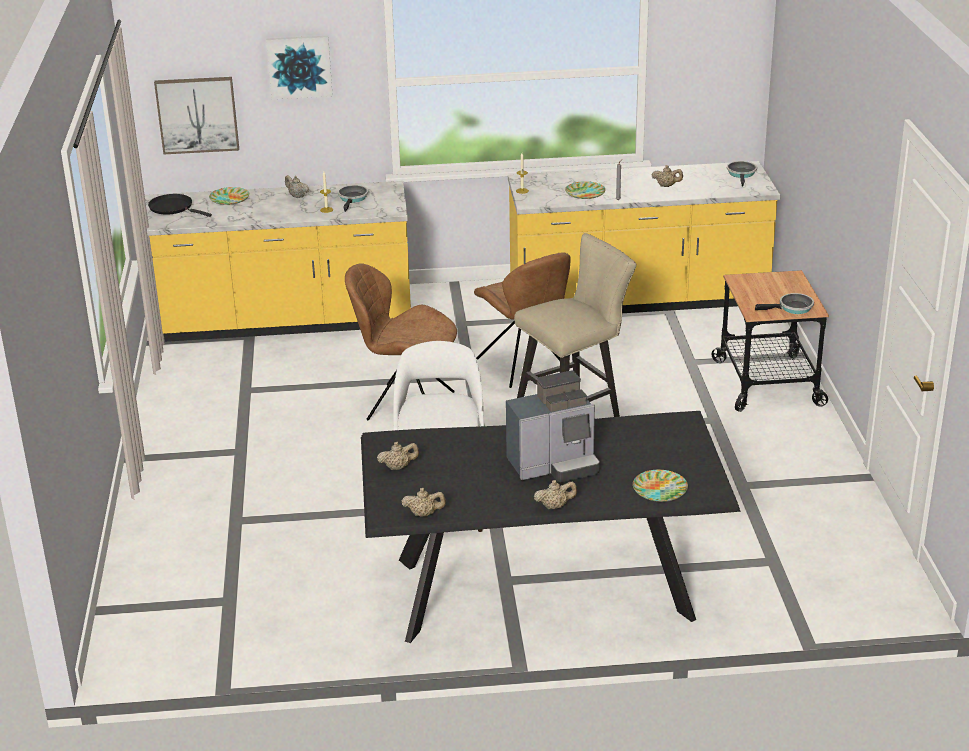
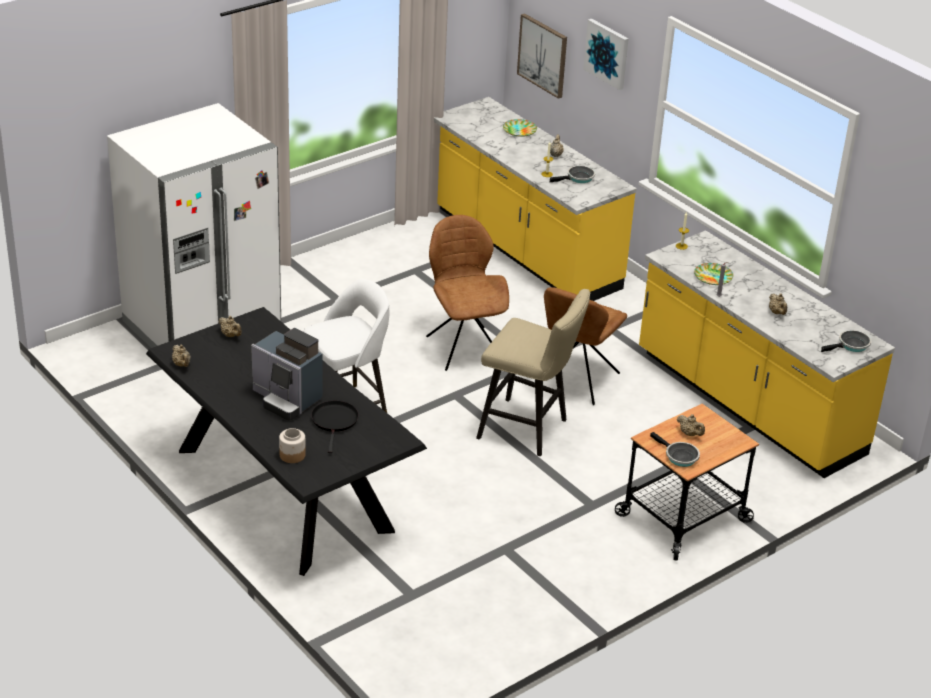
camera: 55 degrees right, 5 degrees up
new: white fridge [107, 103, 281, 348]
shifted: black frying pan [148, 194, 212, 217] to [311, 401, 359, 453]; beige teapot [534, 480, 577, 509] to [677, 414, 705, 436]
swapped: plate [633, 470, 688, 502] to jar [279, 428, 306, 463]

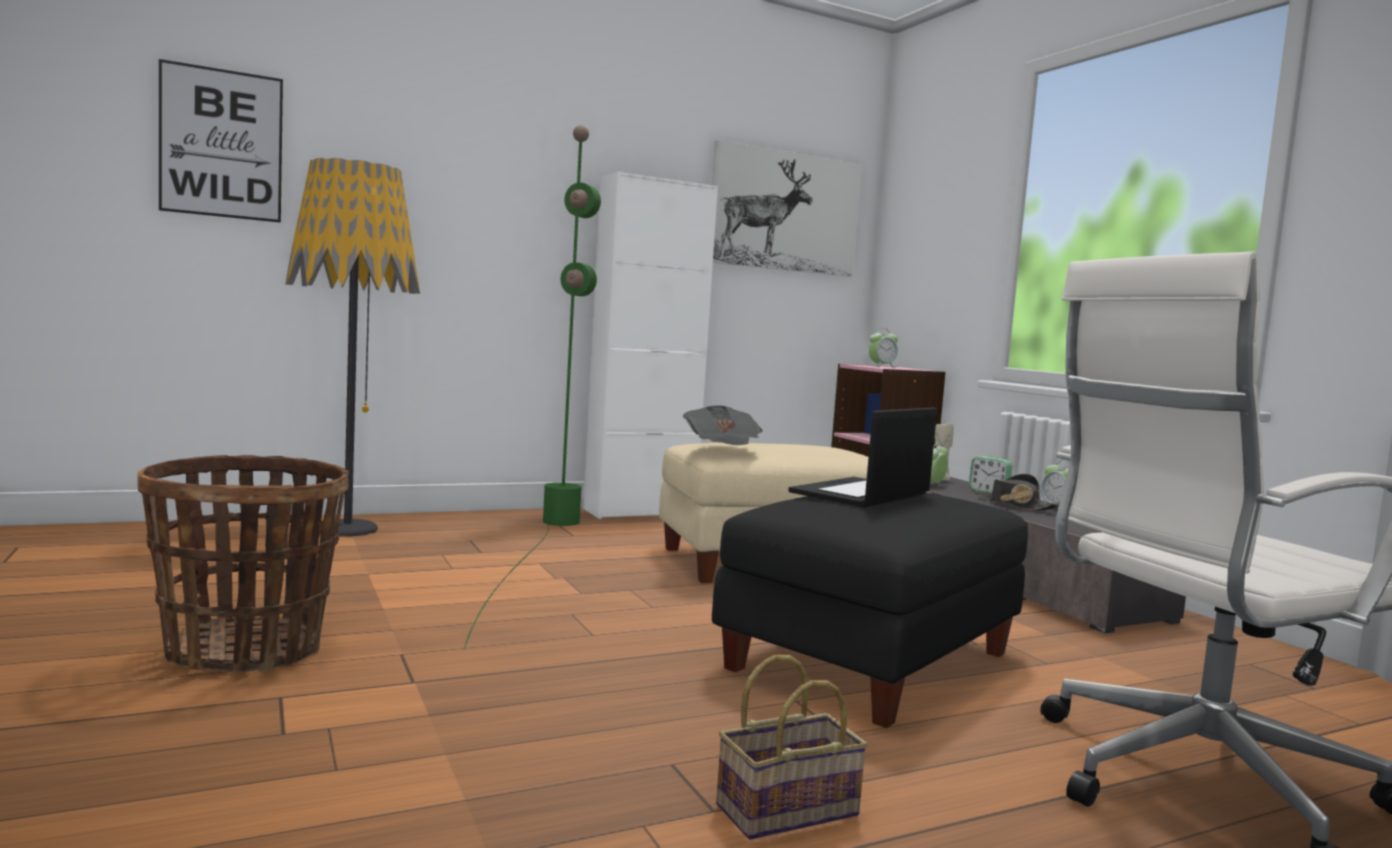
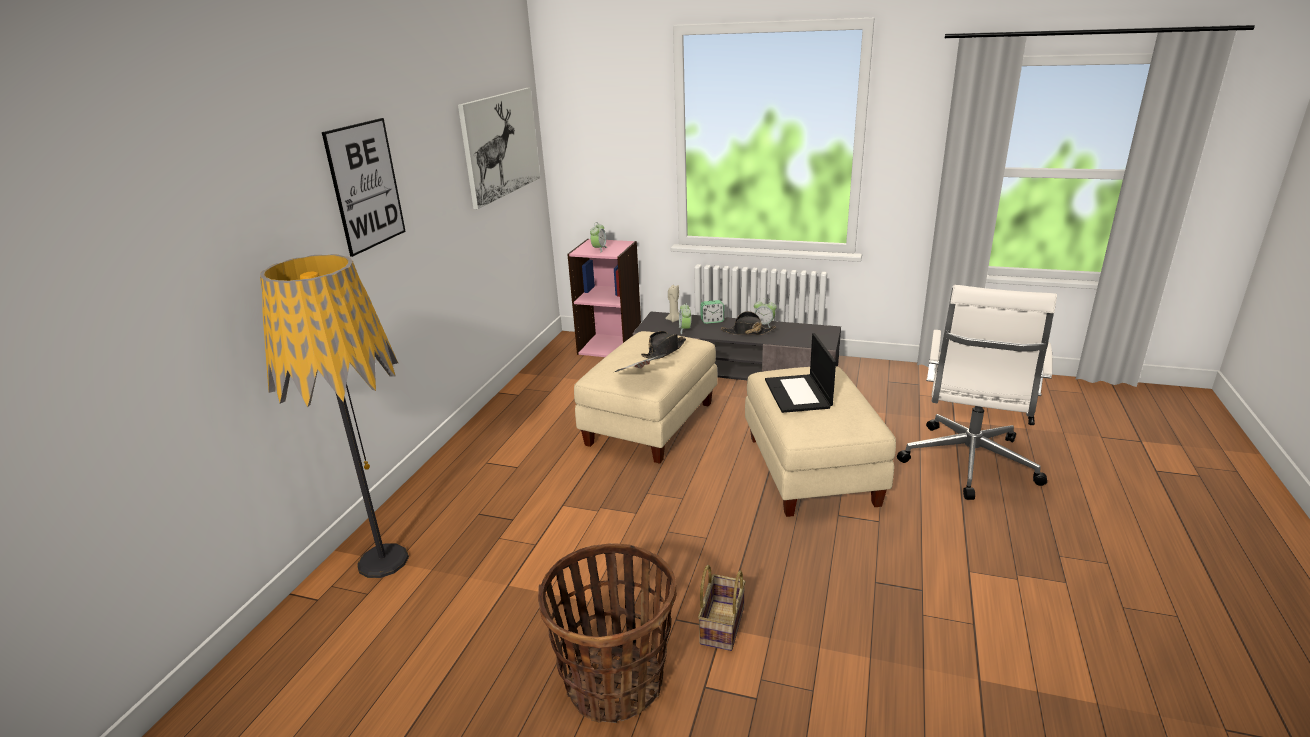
camera: 45 degrees left, 20 degrees up
gone: green floor lamp [464, 125, 601, 650]; white cabinet [583, 172, 718, 519]
new: black hat [641, 331, 686, 359]
shifted: picture [159, 59, 283, 223] to [322, 118, 406, 257]; basket [716, 655, 868, 840] to [698, 565, 746, 651]
repainted: black ottoman [712, 493, 1028, 728] to beige ottoman [745, 366, 896, 517]

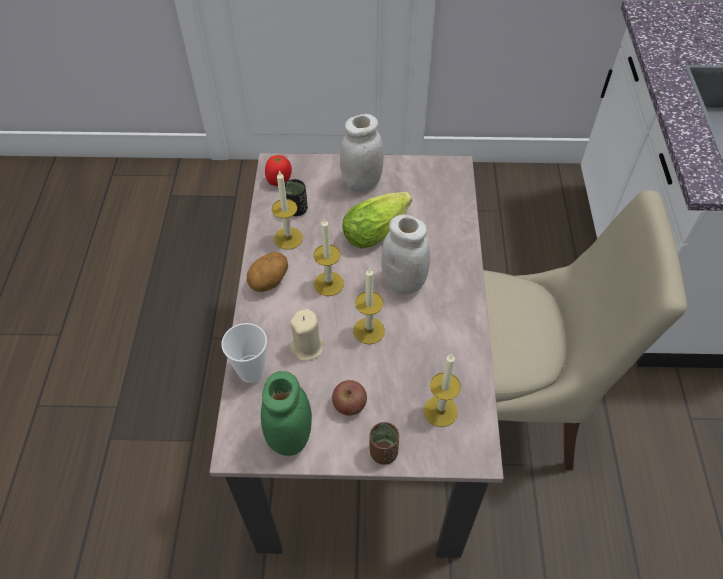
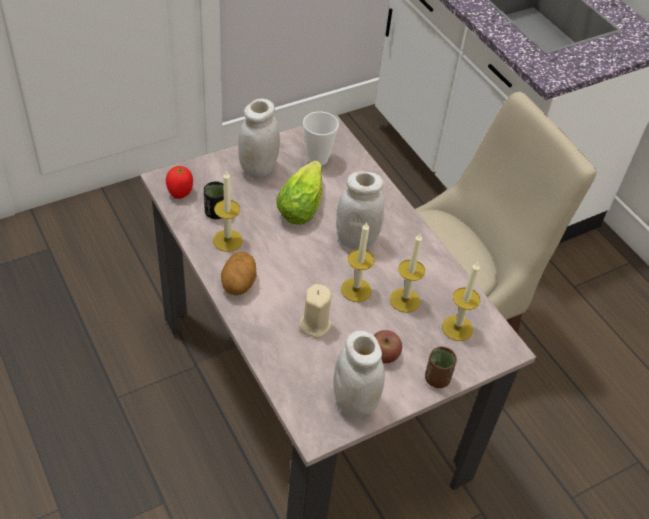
camera: 35 degrees left, 5 degrees down
shifted: cup [222, 323, 267, 383] to [303, 111, 339, 165]; candle [314, 218, 344, 296] to [390, 233, 425, 313]
repainted: green jar [261, 371, 312, 456] to white jar [333, 331, 385, 418]

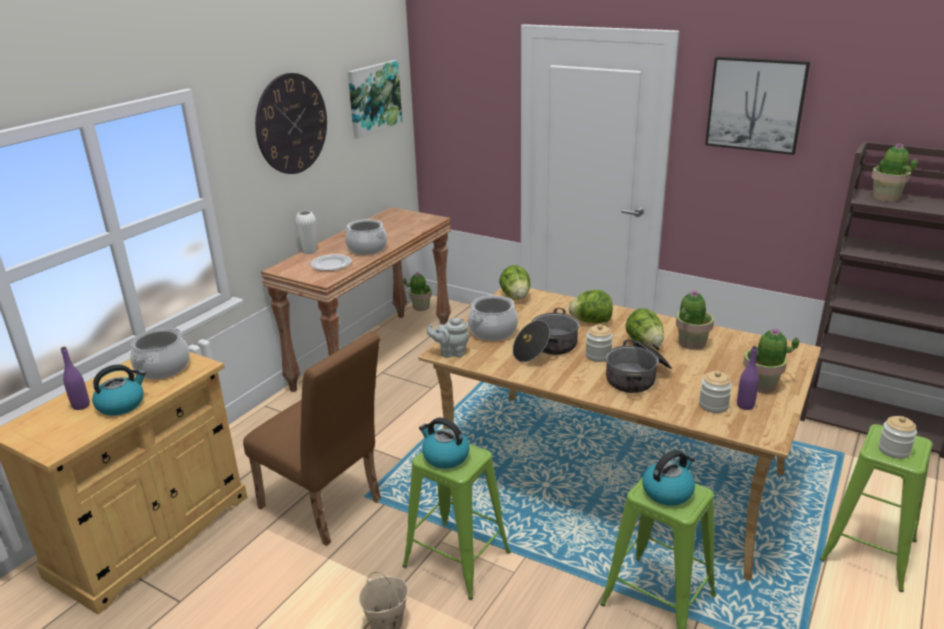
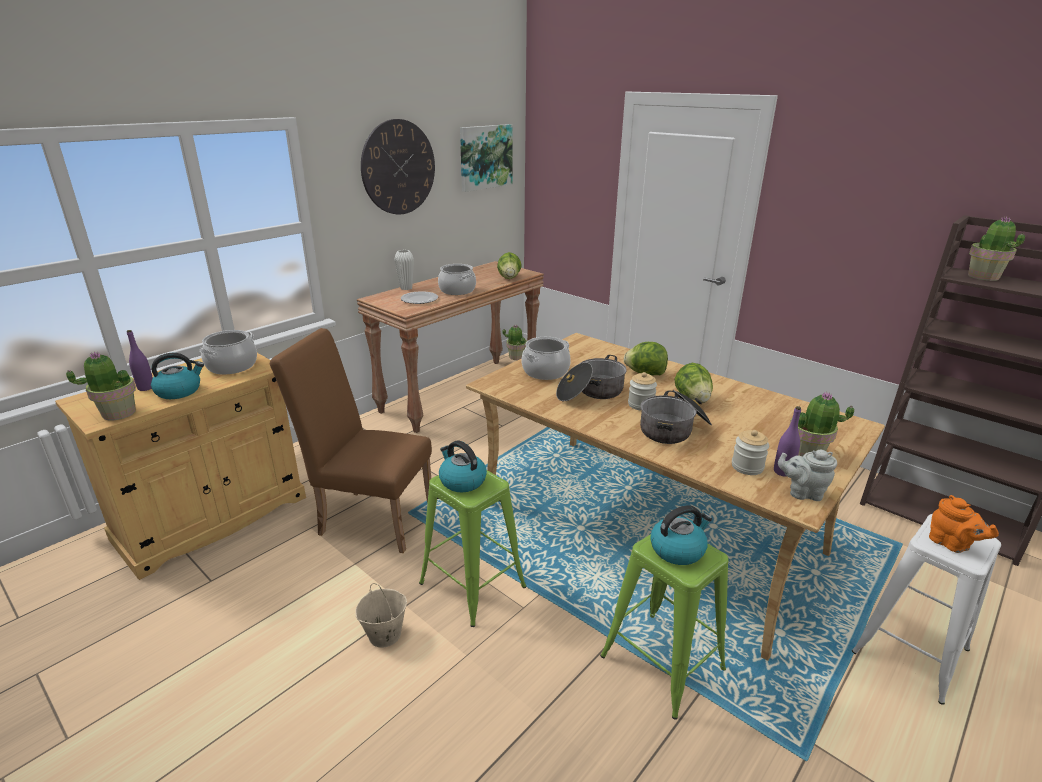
camera: 10 degrees right, 0 degrees up
gone: picture [705, 57, 810, 155]
shifted: grey teapot [427, 318, 470, 358] to [778, 450, 837, 501]; lettuce [499, 265, 530, 300] to [497, 252, 522, 279]; potted plant [676, 290, 714, 350] to [66, 352, 136, 421]
swapped: jar [879, 416, 917, 459] to orange teapot [929, 495, 999, 553]
repainted: green stool [820, 424, 933, 592] to white stool [852, 514, 1001, 705]
rotated: brown chair [243, 331, 381, 546] = [270, 328, 432, 553] 150 degrees clockwise

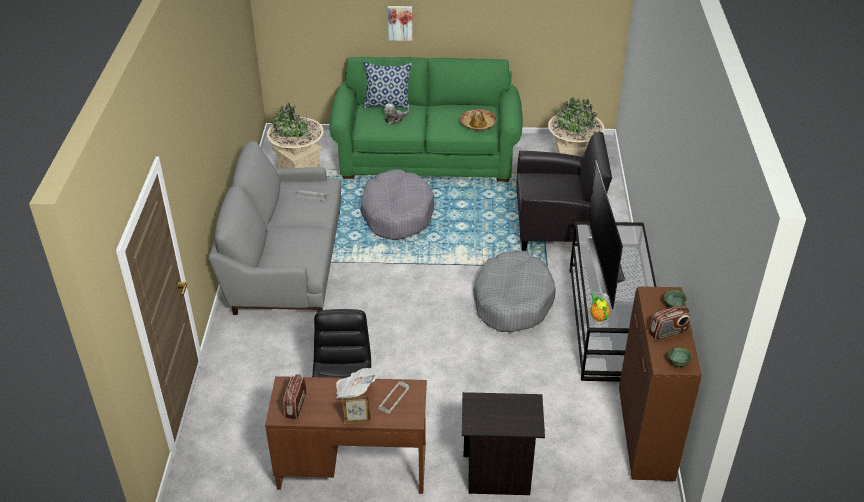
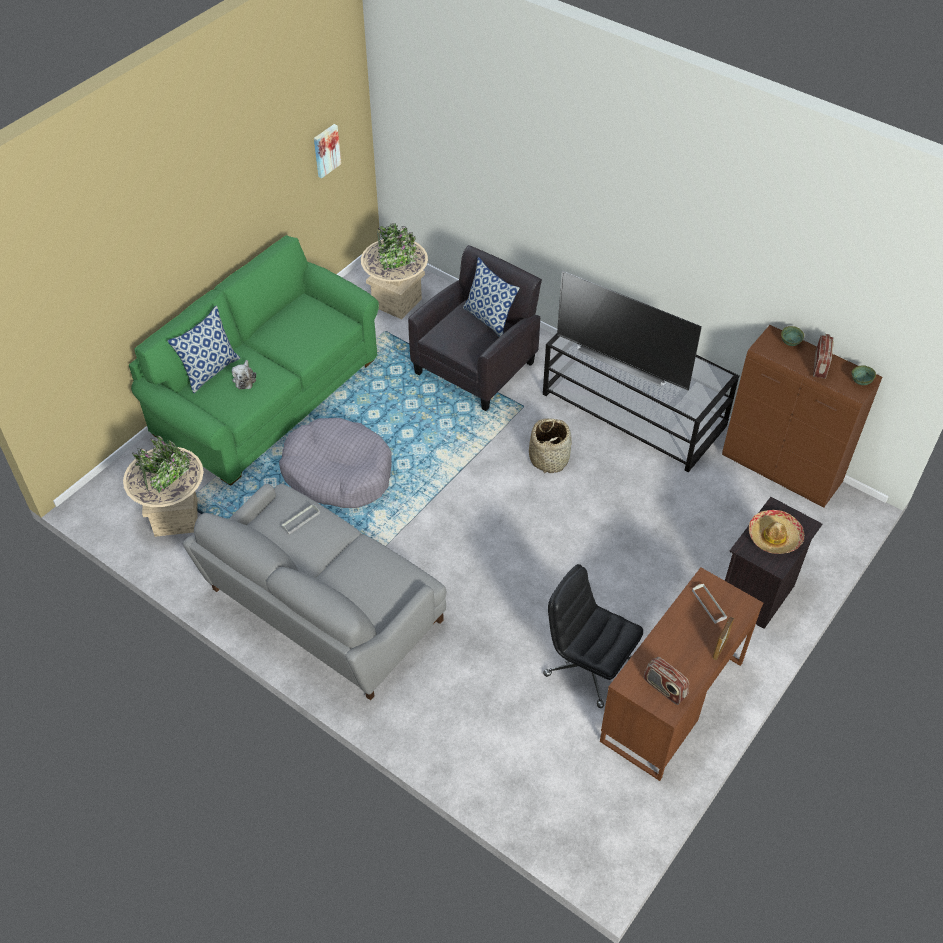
camera: 55 degrees left, 10 degrees up
gone: newspaper [336, 368, 376, 399]; teapot [590, 293, 610, 322]
new: pillow [463, 257, 520, 337]
shifted: picture [388, 6, 413, 41] to [314, 124, 341, 178]; hat [460, 109, 497, 130] to [749, 510, 804, 554]
swapped: grey dog bed [473, 250, 556, 332] to basket [529, 418, 572, 473]

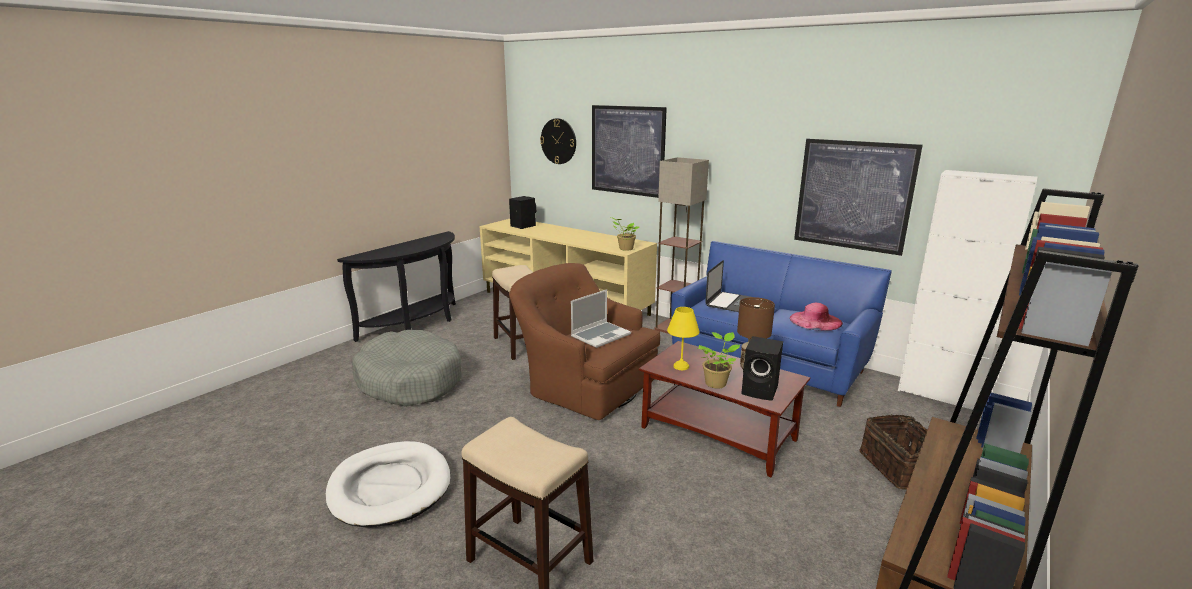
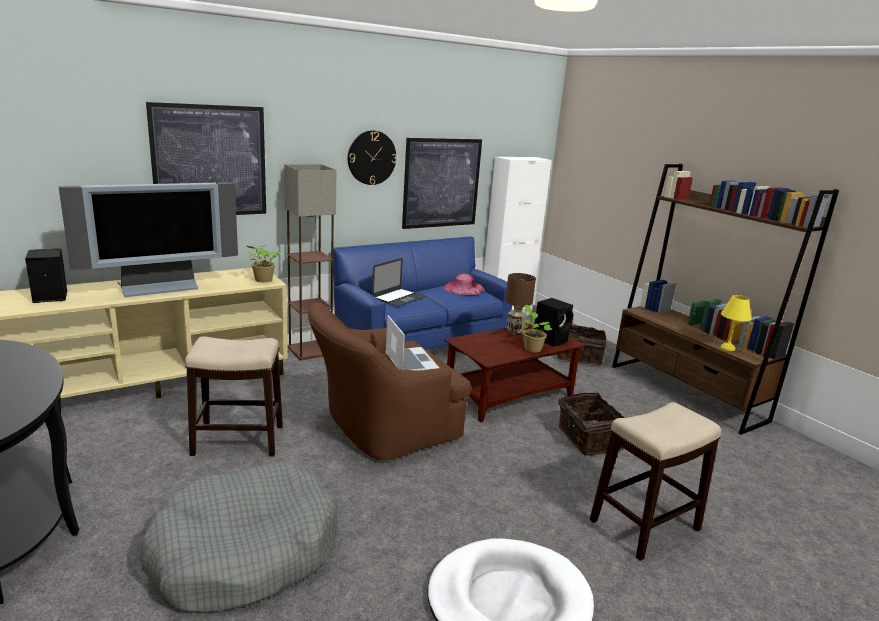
camera: 70 degrees left, 0 degrees up
new: television [59, 182, 238, 297]; basket [558, 392, 624, 456]
shifted: wall clock [540, 118, 576, 164] to [348, 130, 397, 185]; yellow table lamp [667, 307, 700, 370] to [721, 295, 751, 351]
rotated: laptop [705, 260, 750, 312] = [372, 258, 425, 307] 75 degrees clockwise

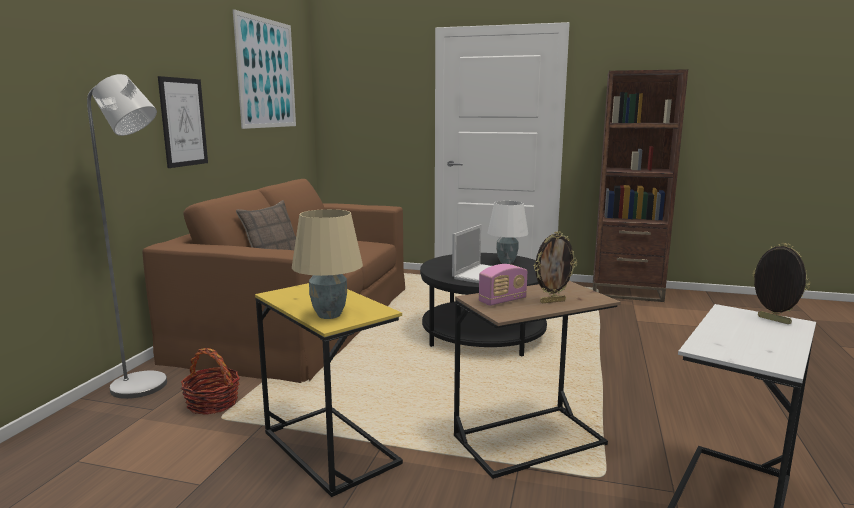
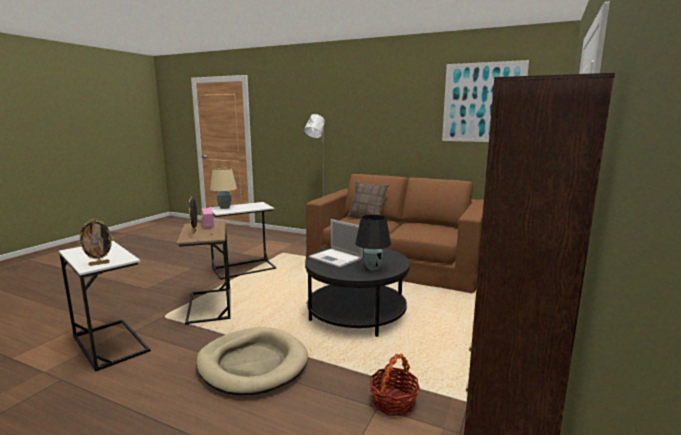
camera: 100 degrees right, 0 degrees up
gone: picture [158, 76, 208, 168]
new: beige dog bed [196, 327, 308, 395]
shifted: basket [181, 348, 240, 415] to [370, 353, 420, 416]
repainted: yellow side table [255, 283, 403, 497] to white side table [209, 202, 277, 280]; white table lamp [487, 201, 528, 264] to black table lamp [355, 215, 391, 271]

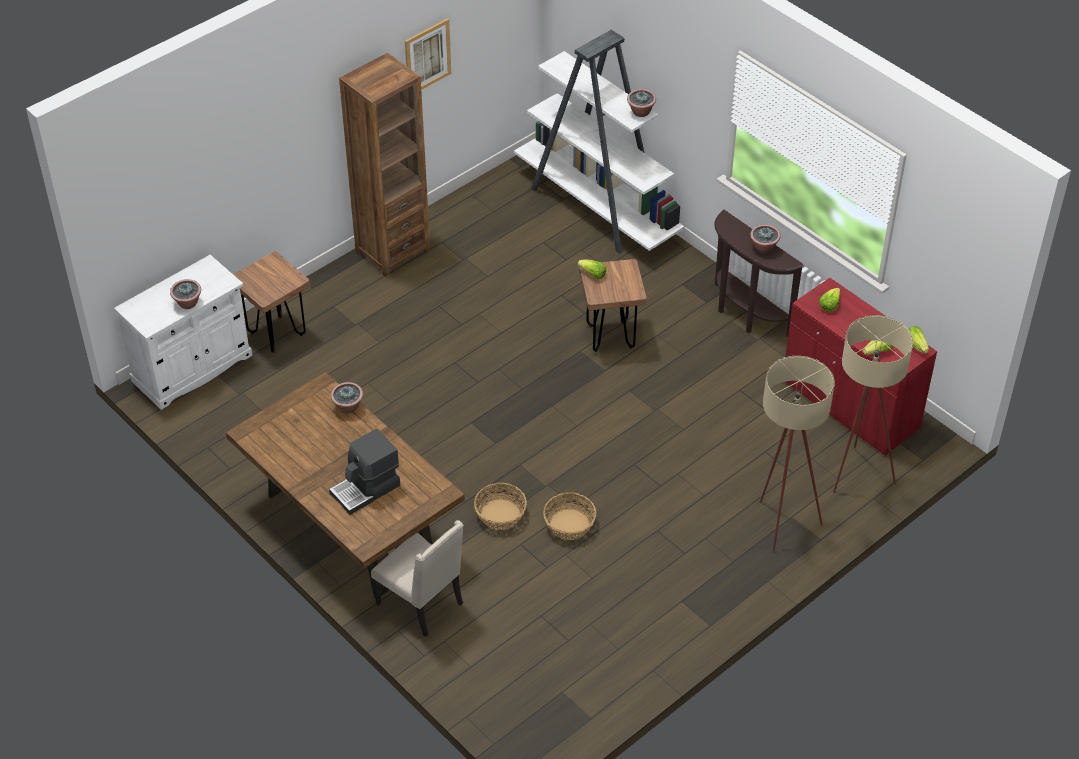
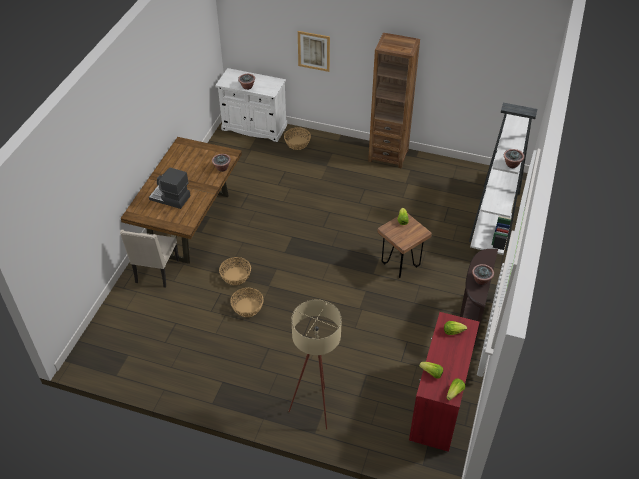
camera: 60 degrees right, 0 degrees up
gone: beige floor lamp [833, 315, 913, 493]
shifted: picture [405, 18, 451, 90] to [298, 31, 330, 72]
swapped: brown stool [233, 252, 310, 353] to basket [284, 127, 311, 150]

